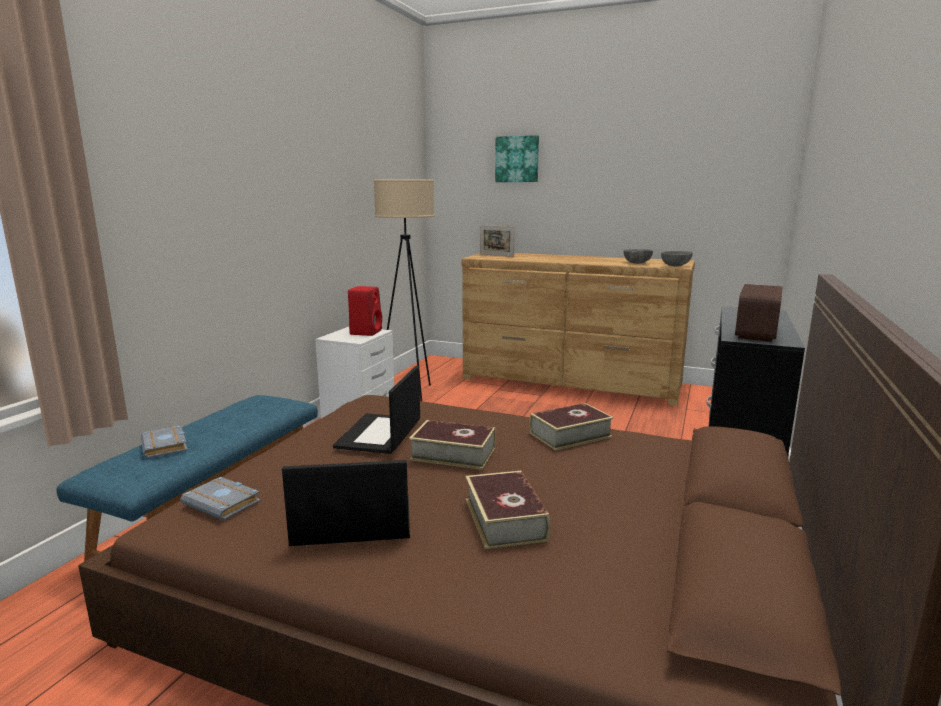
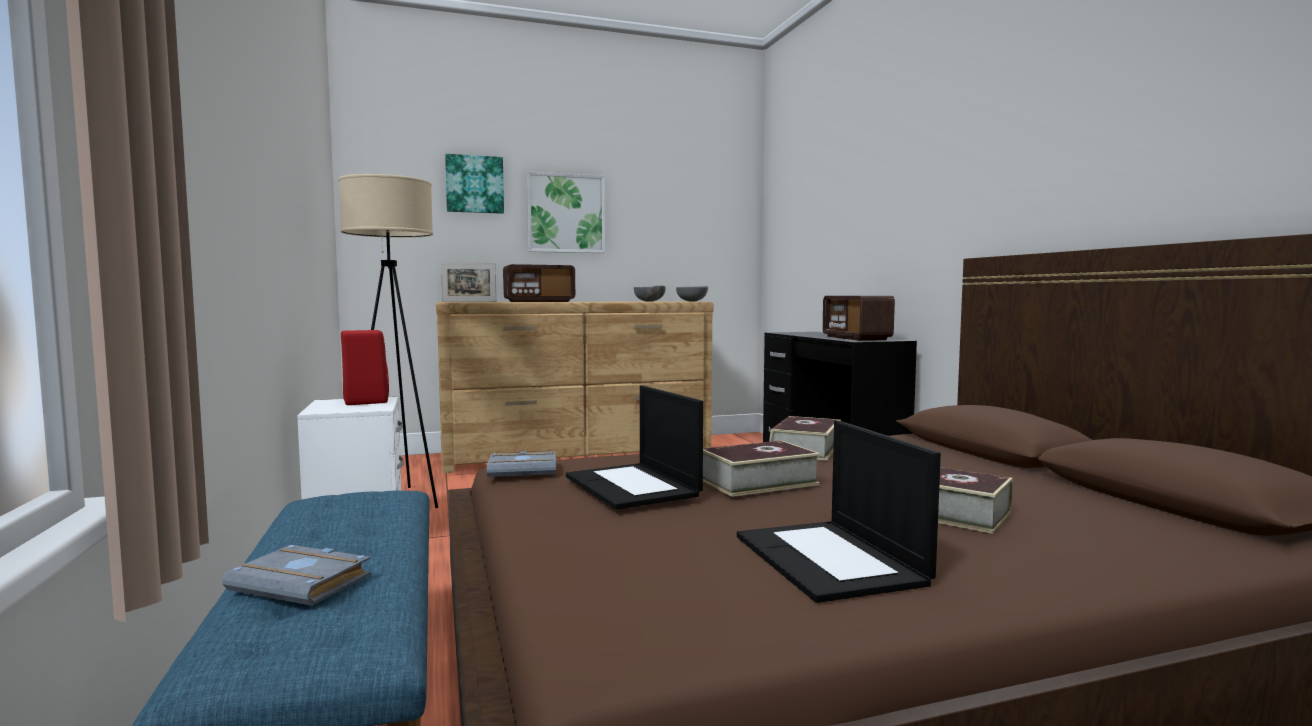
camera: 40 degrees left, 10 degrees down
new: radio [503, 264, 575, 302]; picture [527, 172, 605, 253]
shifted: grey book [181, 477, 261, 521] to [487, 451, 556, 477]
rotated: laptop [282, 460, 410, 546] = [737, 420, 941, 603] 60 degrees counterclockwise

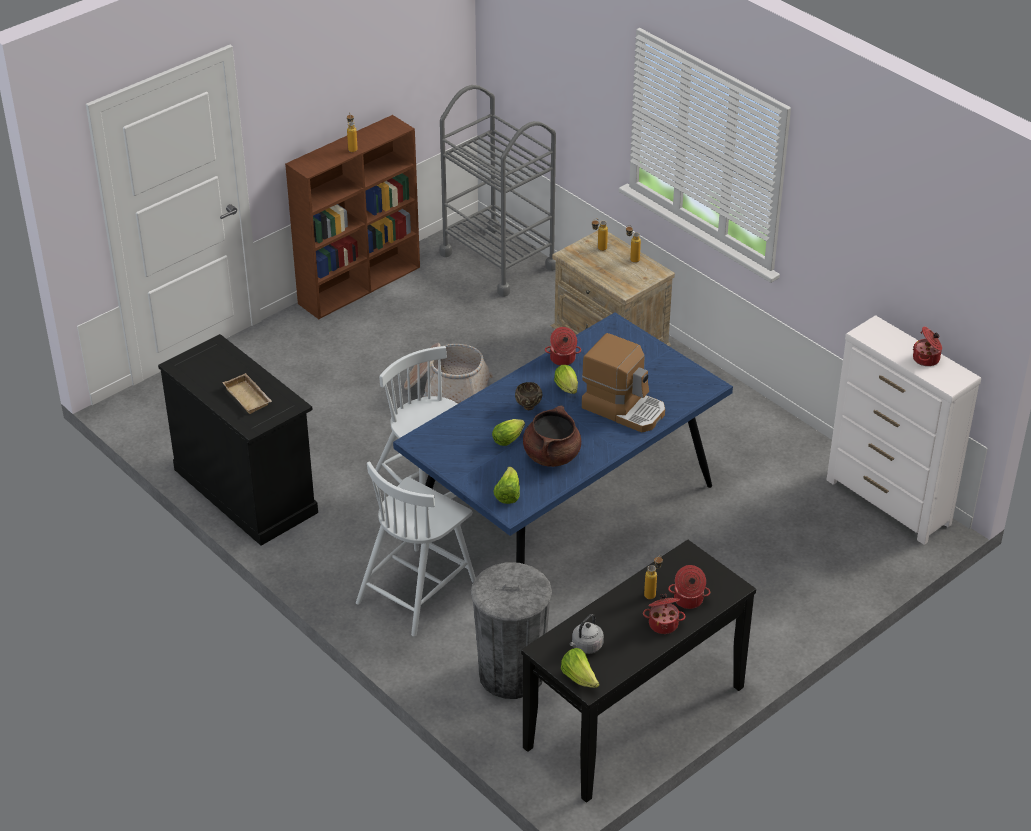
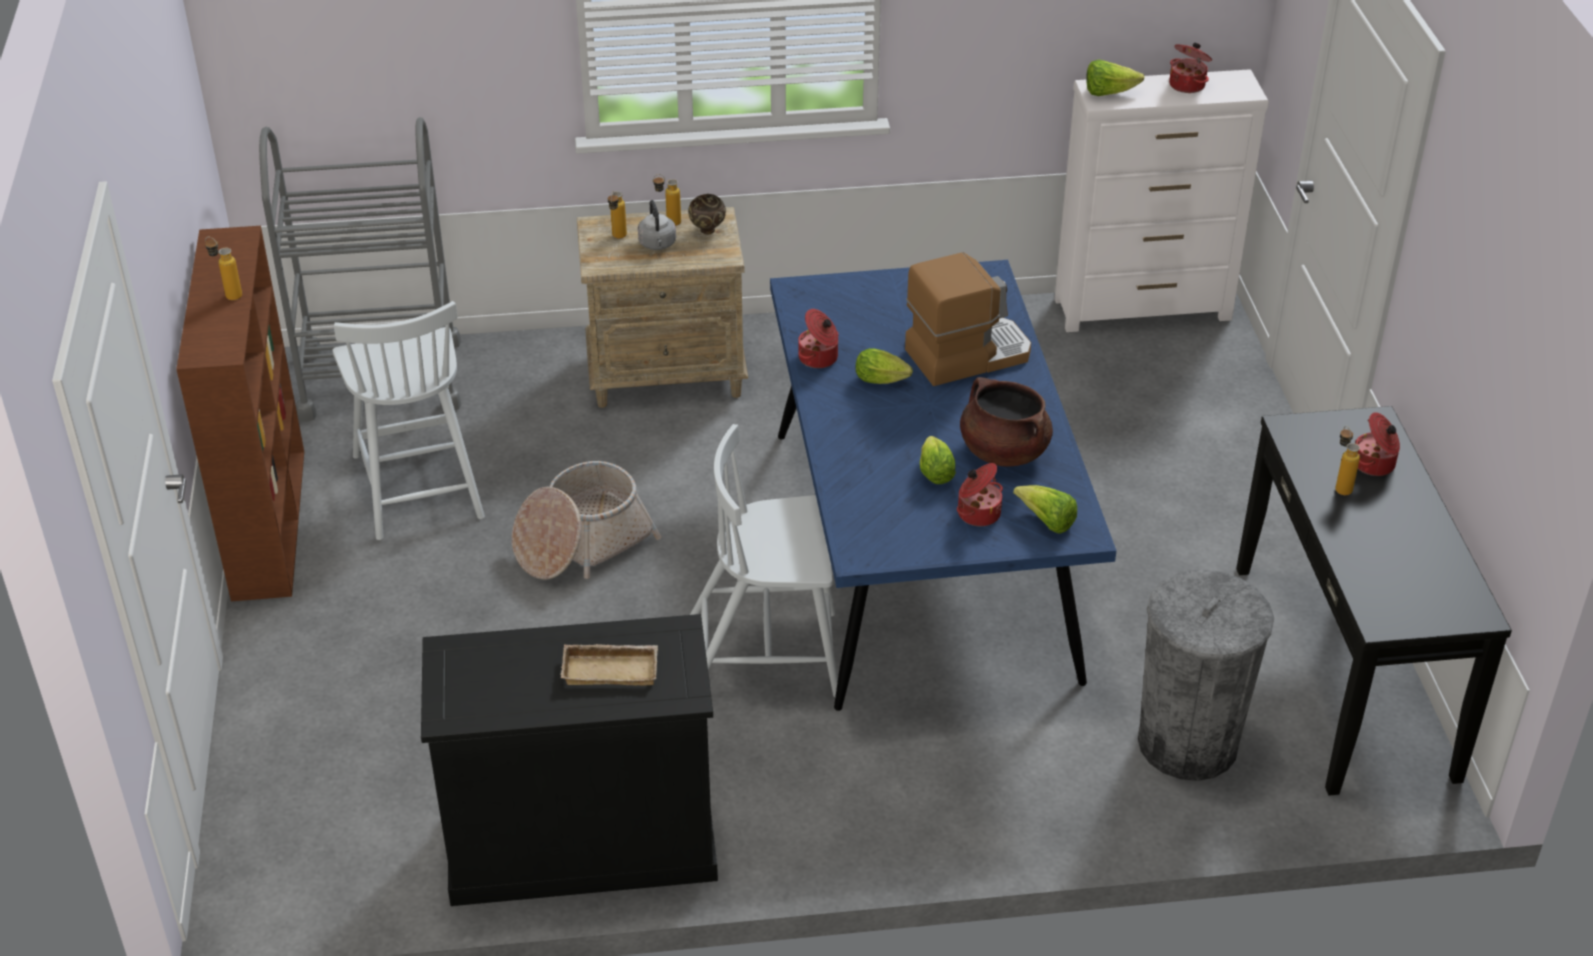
camera: 55 degrees left, 0 degrees up
shifted: white chair [356, 461, 476, 637] to [332, 301, 485, 540]; brown bowl [515, 382, 542, 410] to [688, 194, 726, 235]; lettuce [561, 648, 599, 688] to [1086, 60, 1145, 96]; grey kettle [569, 614, 604, 654] to [638, 200, 676, 250]; cooking pot [643, 594, 686, 634] to [957, 463, 1003, 526]

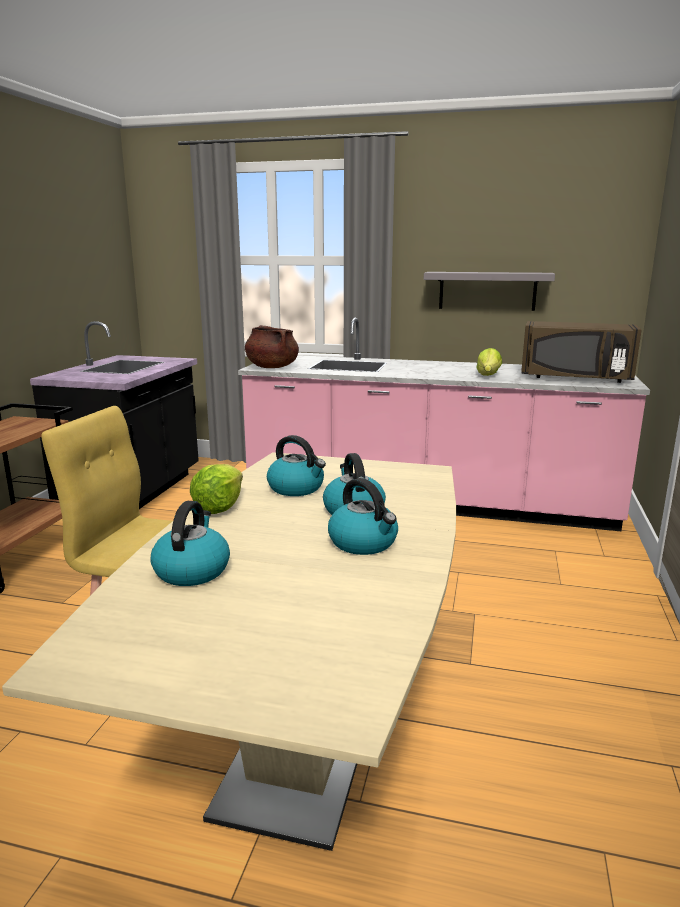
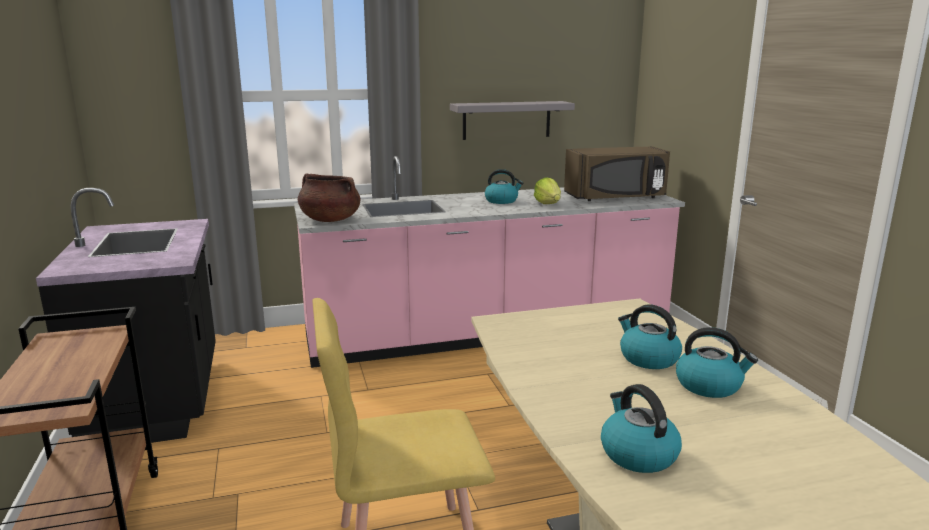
camera: 30 degrees left, 0 degrees up
gone: lettuce [190, 464, 243, 514]
shifted: kettle [267, 435, 326, 496] to [485, 169, 523, 204]

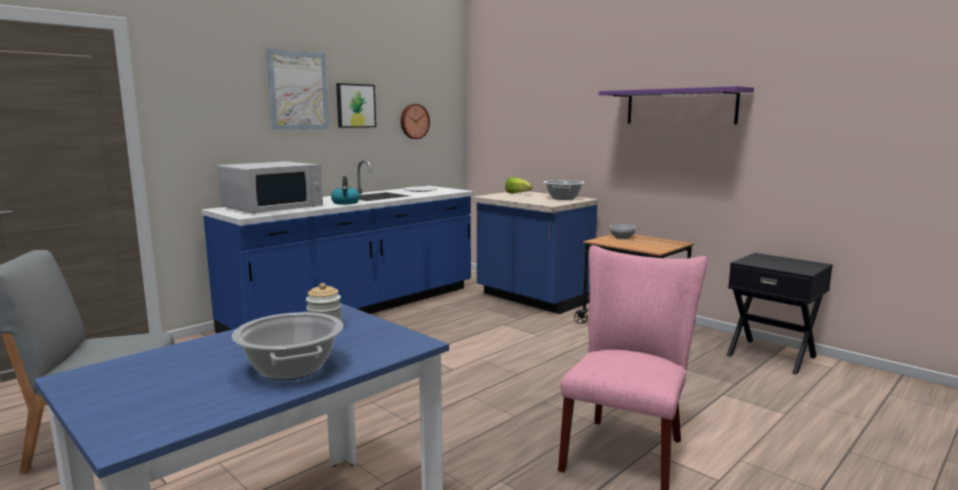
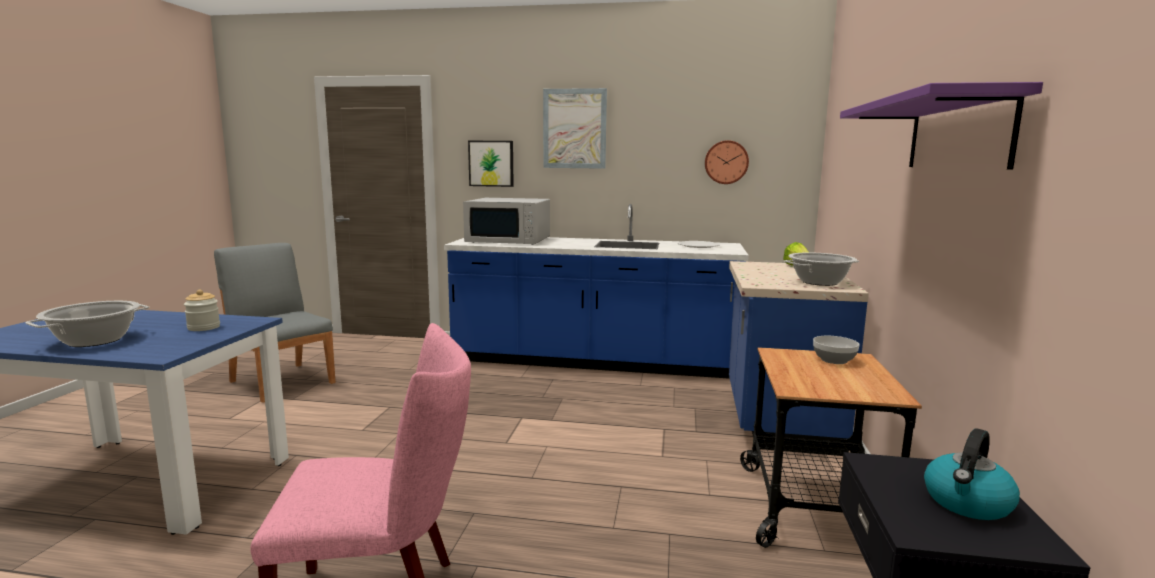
camera: 55 degrees right, 0 degrees up
shifted: kettle [331, 176, 360, 205] to [924, 428, 1020, 520]; picture [336, 83, 376, 128] to [468, 141, 514, 187]

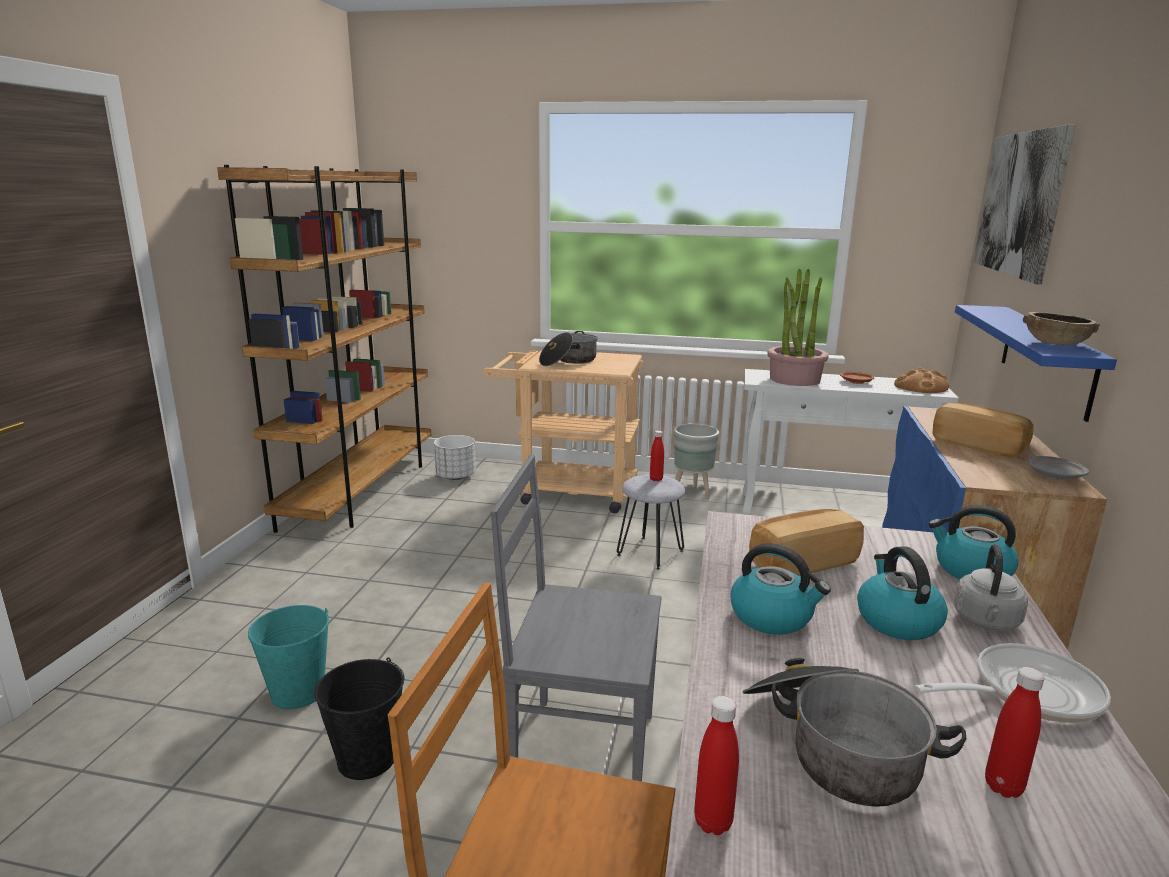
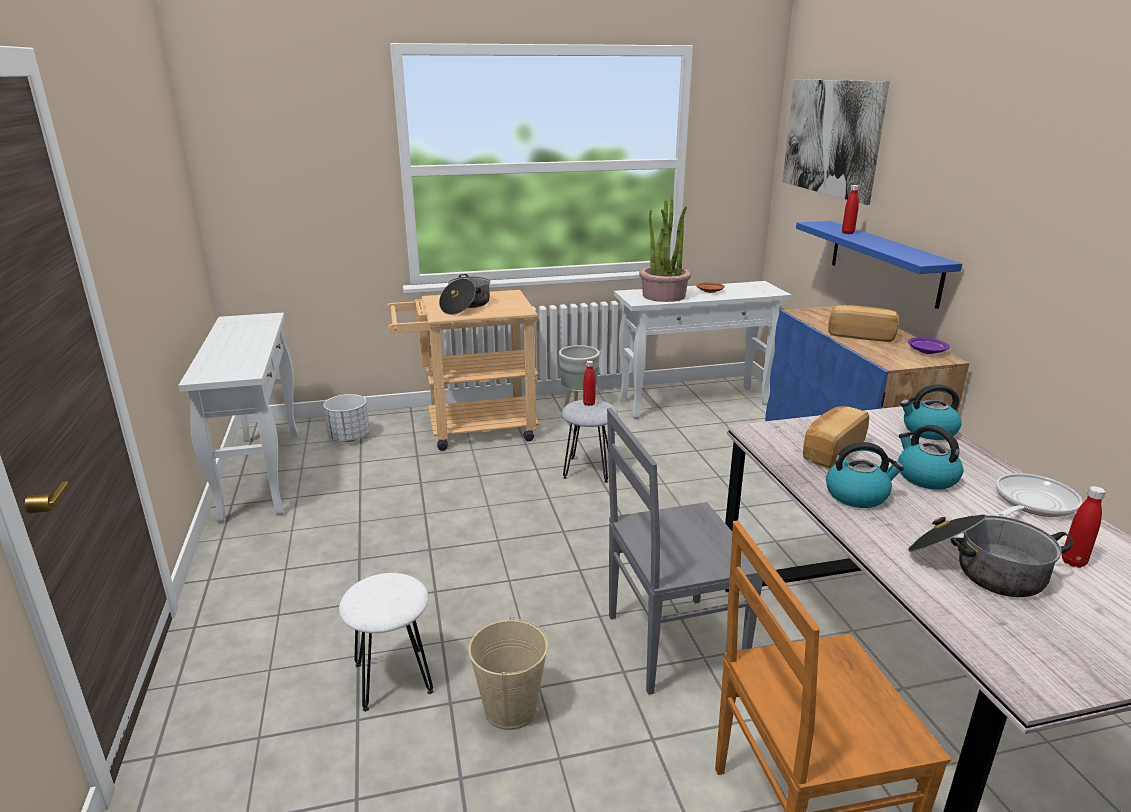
camera: 25 degrees left, 5 degrees up
gone: bread [894, 367, 949, 393]; grey kettle [954, 544, 1028, 631]; brown bowl [1023, 312, 1100, 345]
shifted: red bottle [694, 696, 739, 835] to [842, 185, 859, 234]
swapped: brown bookcase [217, 165, 431, 533] to white console table [178, 312, 298, 523]; turquoise bucket [248, 605, 329, 709] to white stool [339, 573, 433, 712]
repainted: black bucket [315, 657, 404, 780] to beige bucket [469, 616, 549, 730]; grey plate [1028, 456, 1089, 480] to purple plate [908, 337, 950, 354]

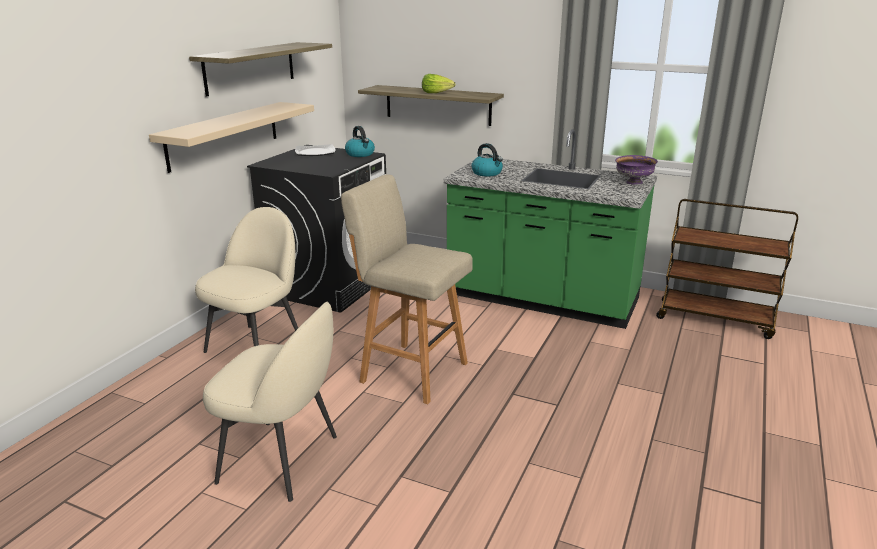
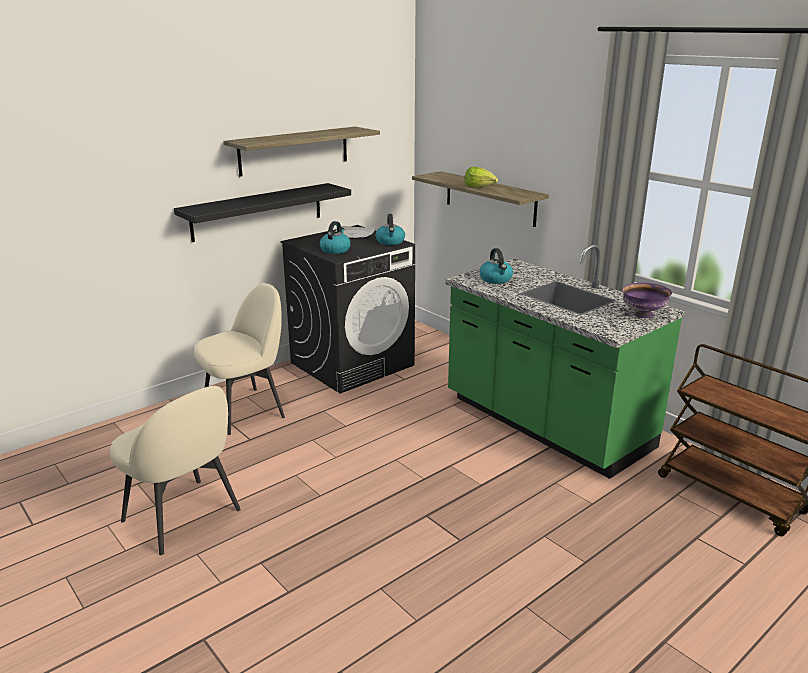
camera: 25 degrees right, 0 degrees up
gone: beige stool [341, 174, 473, 404]
new: kettle [320, 221, 351, 254]
repainted: beige shelf [149, 102, 314, 173] to black shelf [174, 183, 351, 242]

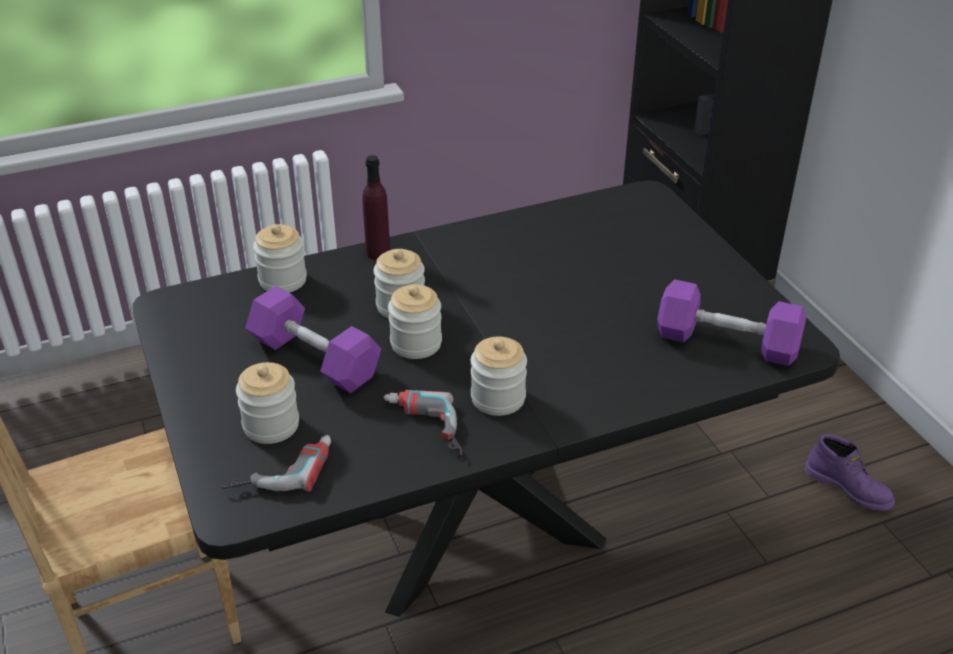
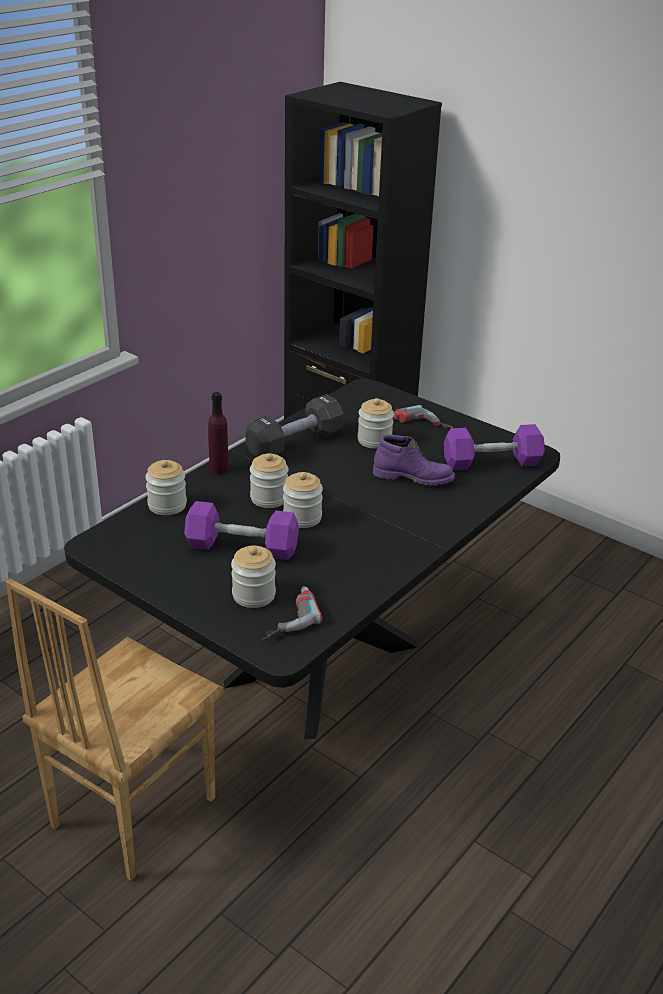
camera: 30 degrees left, 5 degrees down
new: black dumbbell [245, 394, 344, 457]
shifted: power drill [383, 390, 463, 456] to [392, 405, 453, 428]; jar [470, 337, 527, 416] to [358, 398, 394, 449]; purple boot [805, 434, 895, 511] to [373, 435, 455, 486]

